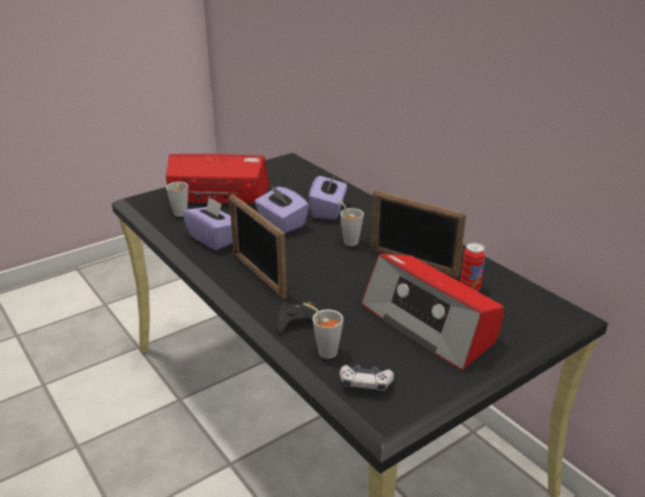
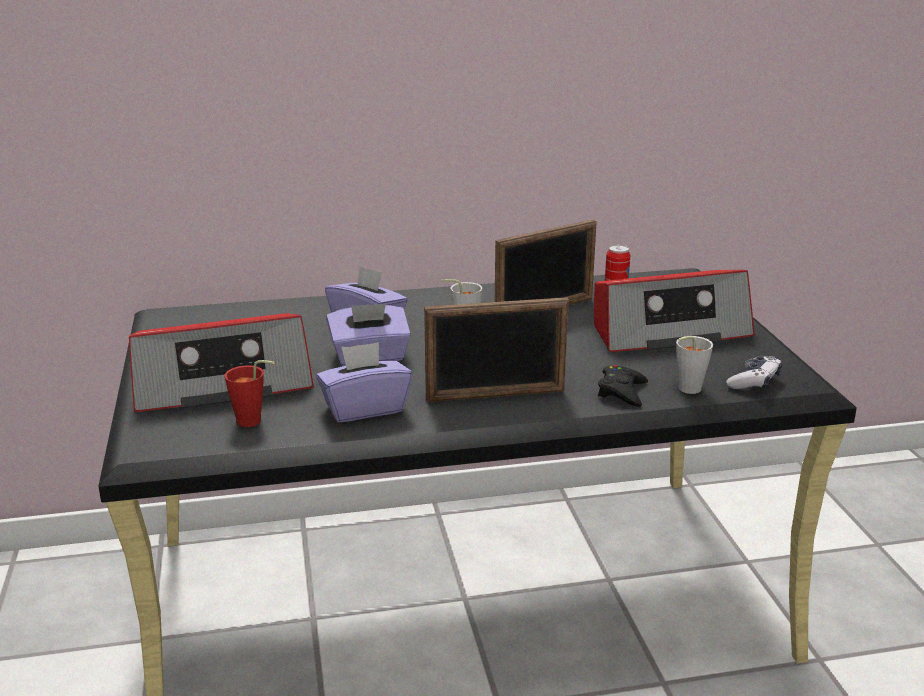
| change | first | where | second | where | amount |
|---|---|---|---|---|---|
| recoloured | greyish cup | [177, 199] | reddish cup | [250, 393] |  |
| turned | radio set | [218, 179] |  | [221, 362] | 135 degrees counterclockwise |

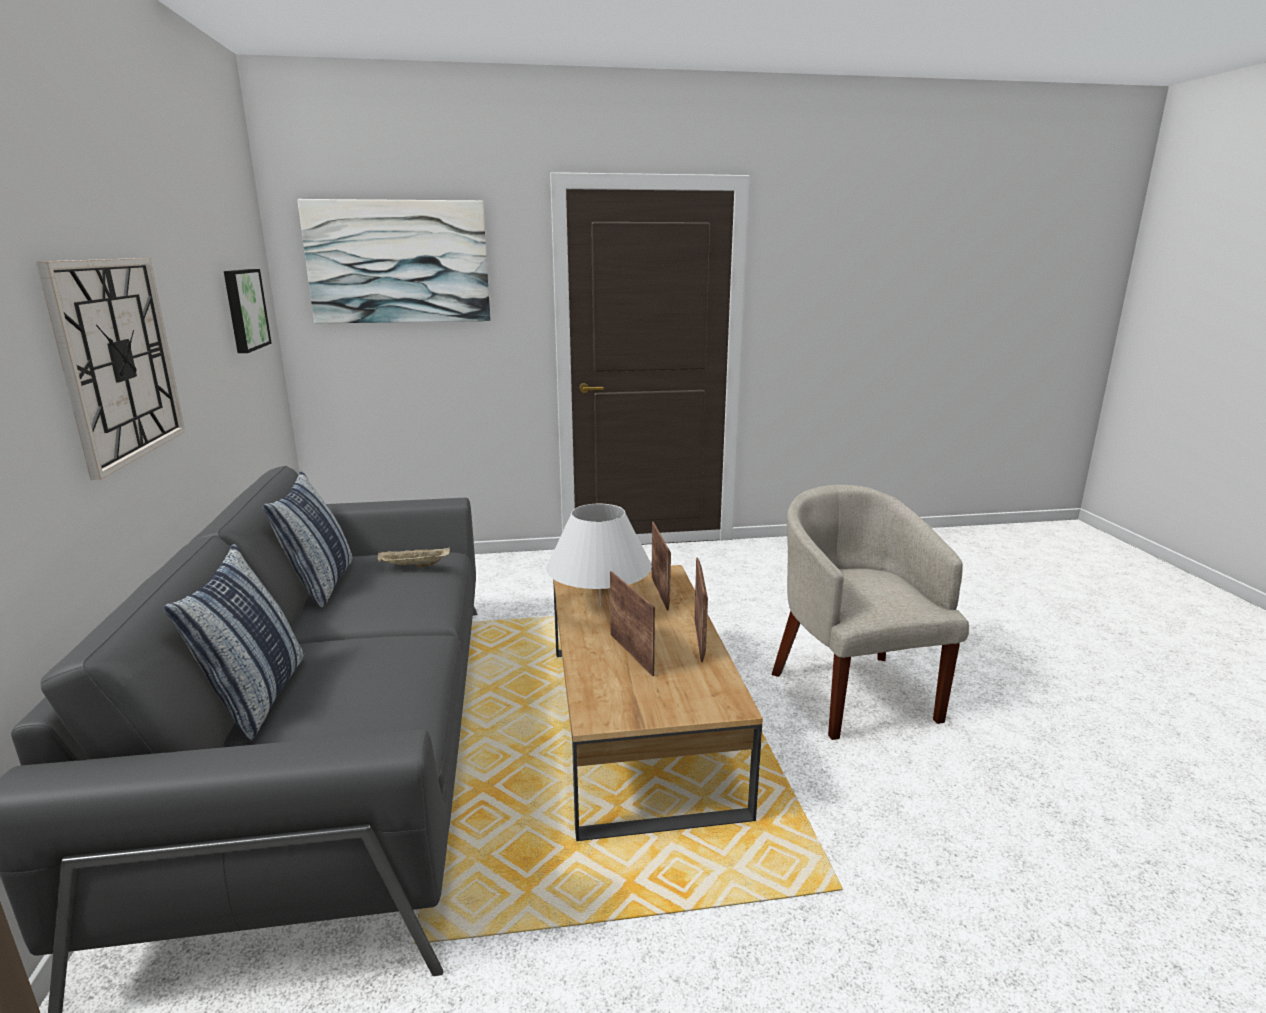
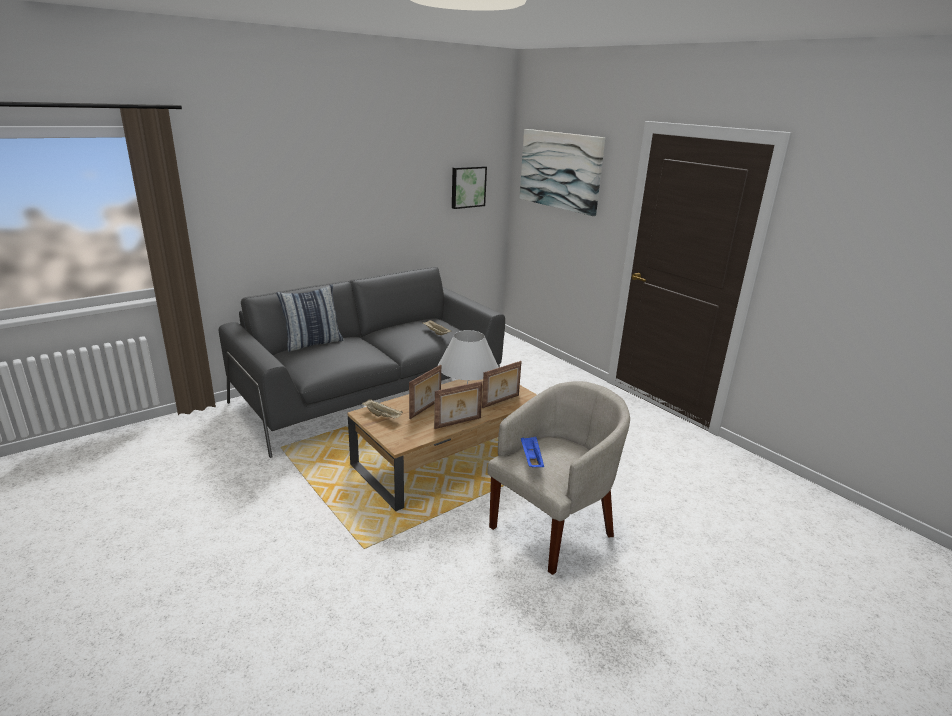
| change | first | where | second | where | amount |
|---|---|---|---|---|---|
| removed | clock on the wall | [110, 369] |  |  |  |
| removed | throw pillow | [307, 539] |  |  |  |
| added |  |  | beige serving tray | [382, 409] |  |
| added |  |  | blue serving tray | [532, 452] |  |

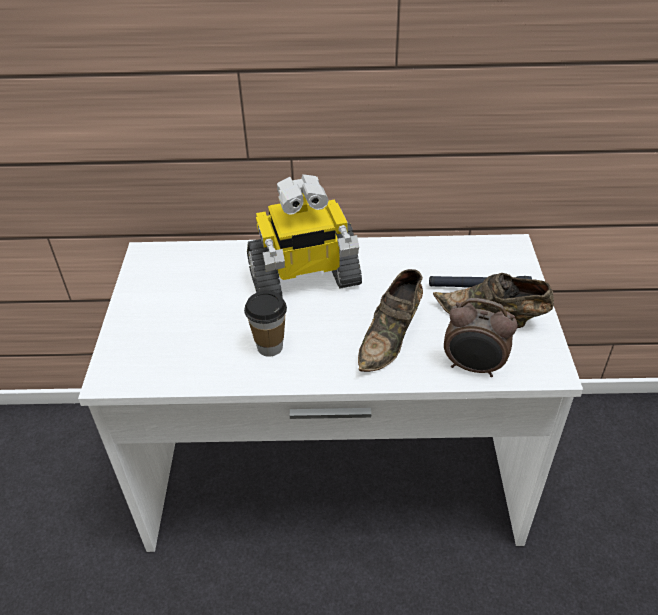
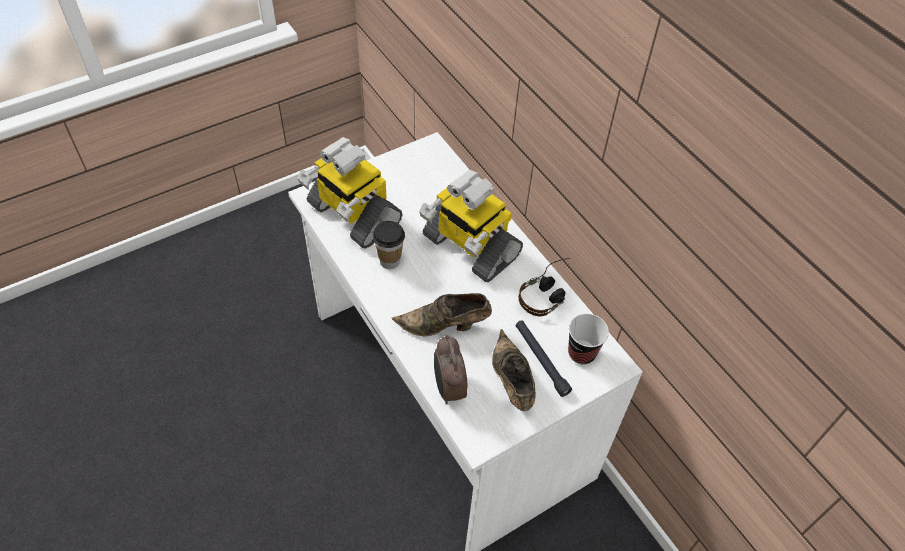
| change | first | where | second | where | amount |
|---|---|---|---|---|---|
| added |  |  | robot figure | [349, 192] |  |
| added |  |  | headphones | [544, 287] |  |
| added |  |  | cup | [588, 339] |  |

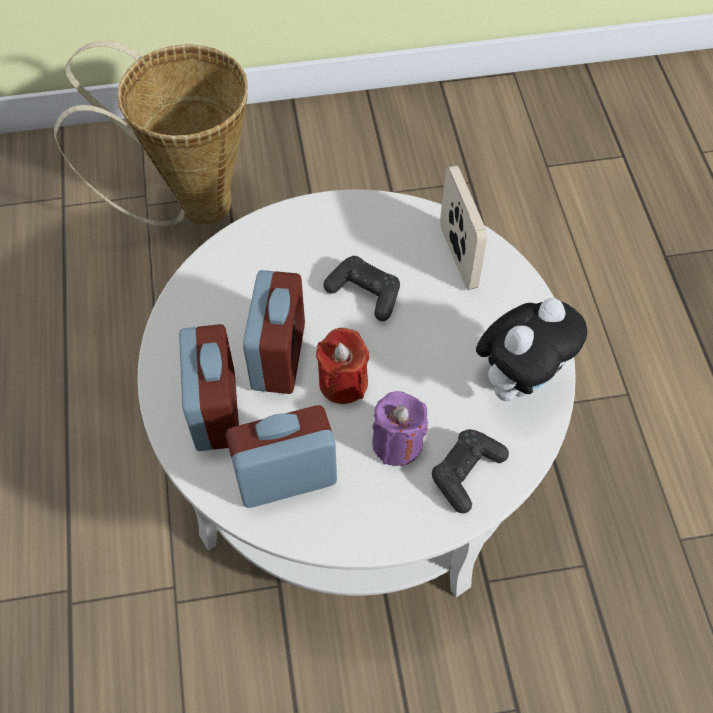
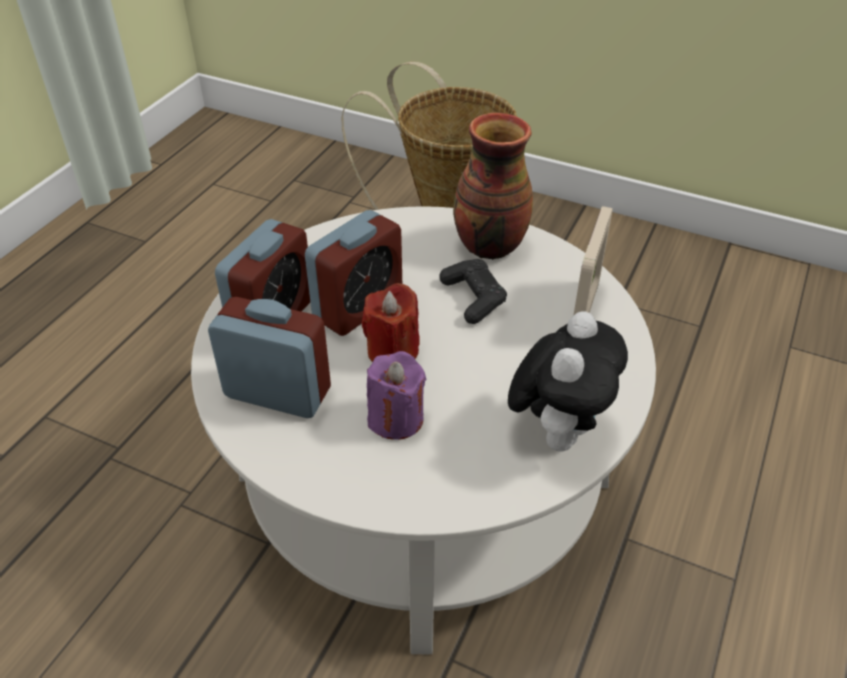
| change | first | where | second | where | amount |
|---|---|---|---|---|---|
| removed | black joypad | [470, 471] |  |  |  |
| added |  |  | flower vase | [493, 186] |  |
| turned | soft toy | [531, 349] |  | [568, 381] | 60 degrees counterclockwise |

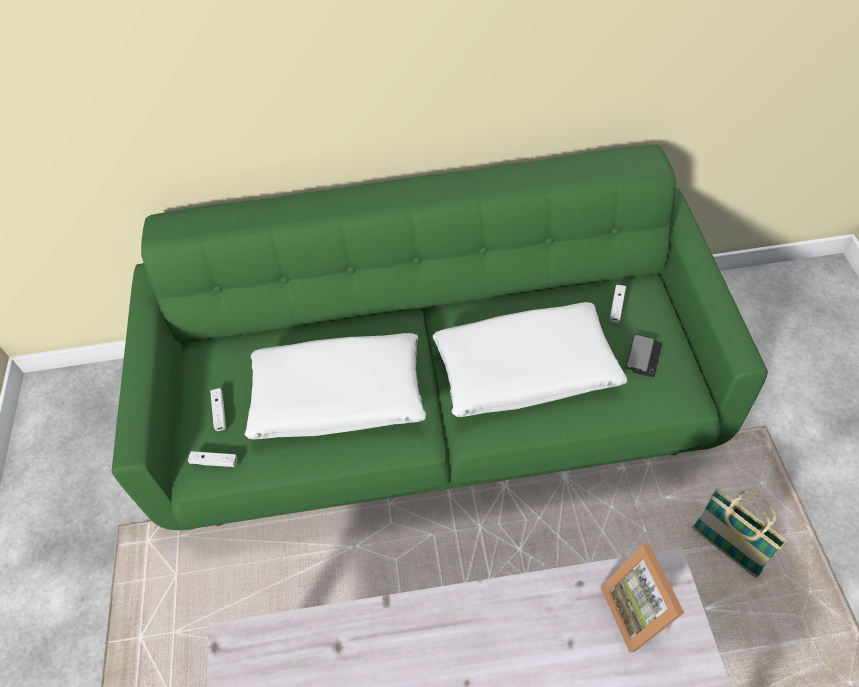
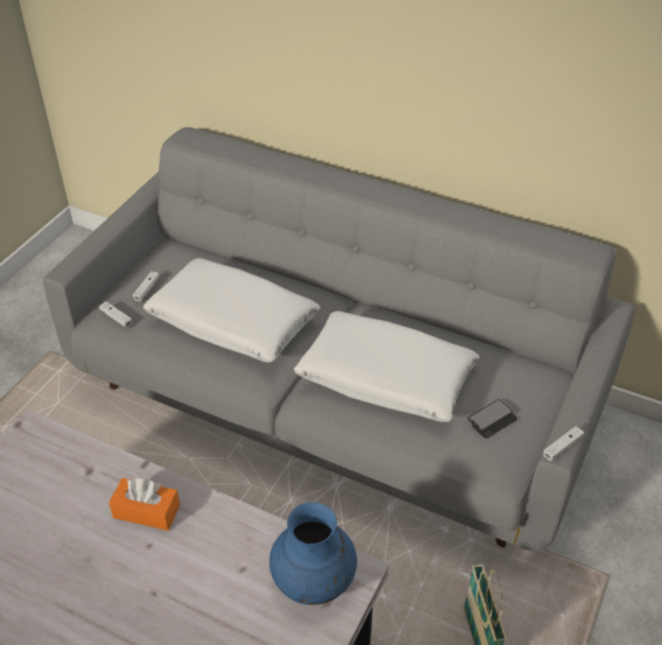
| change | first | where | second | where | amount |
|---|---|---|---|---|---|
| added |  |  | orange-coloured box of tissues | [144, 504] |  |
| moved | white joypad | [618, 304] |  | [563, 443] |  |
| replaced | picture frame | [642, 598] | blue flower vase | [313, 553] |  |
| recoloured | green-coloured sofa | [440, 337] | greyish sofa | [339, 339] |  |

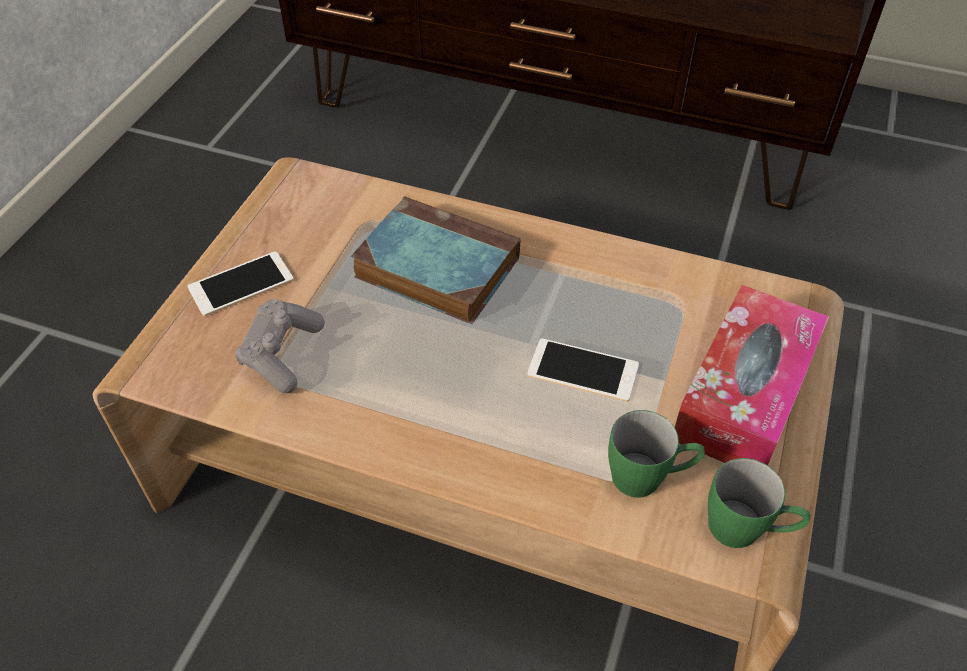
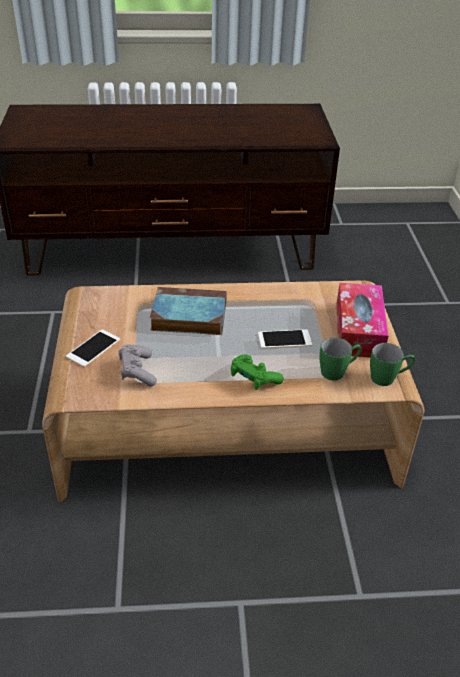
| change | first | where | second | where | amount |
|---|---|---|---|---|---|
| added |  |  | green-coloured joypad | [257, 372] |  |

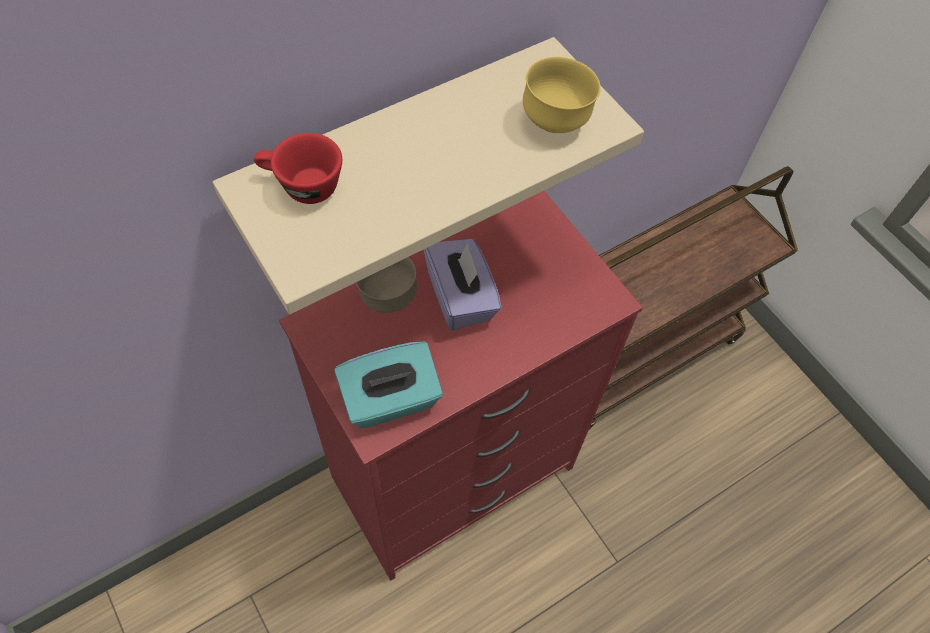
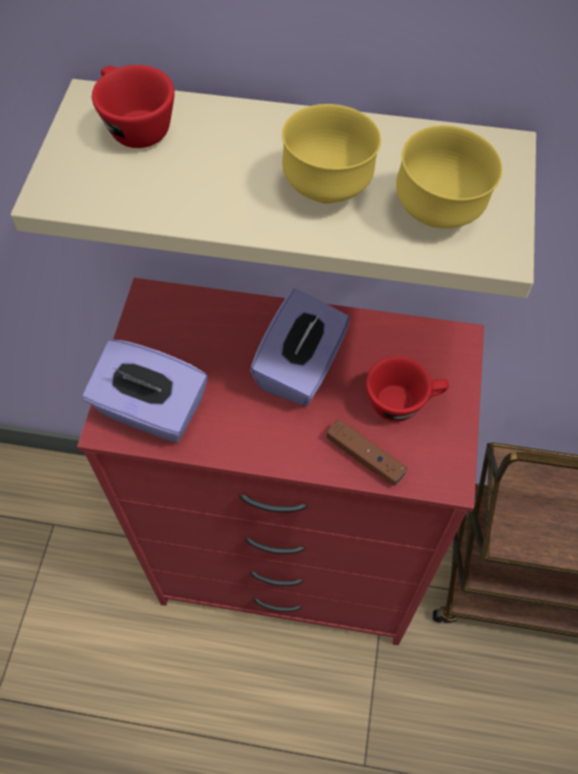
| change | first | where | second | where | amount |
|---|---|---|---|---|---|
| removed | brown-coloured bowl | [386, 285] |  |  |  |
| added |  |  | yellow bowl | [331, 153] |  |
| added |  |  | brown-coloured joypad | [367, 452] |  |
| added |  |  | reddish cup | [407, 389] |  |
| recoloured | turquoise box of tissues | [388, 384] | purplish box of tissues | [145, 391] |  |

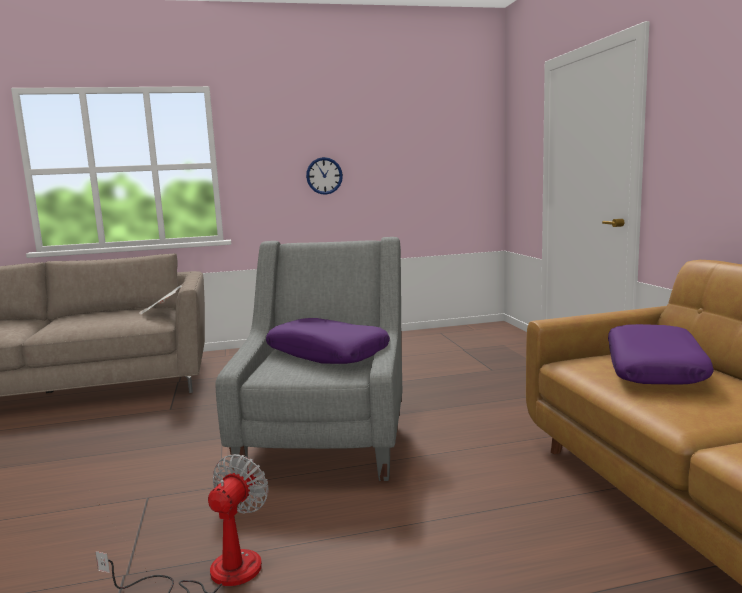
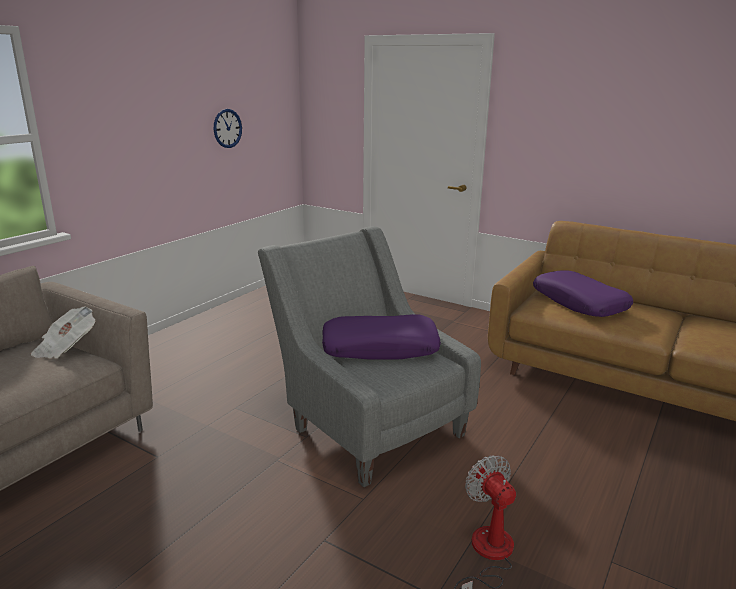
| change | first | where | second | where | amount |
|---|---|---|---|---|---|
| moved | clock on the wall | [324, 176] |  | [228, 128] |  |

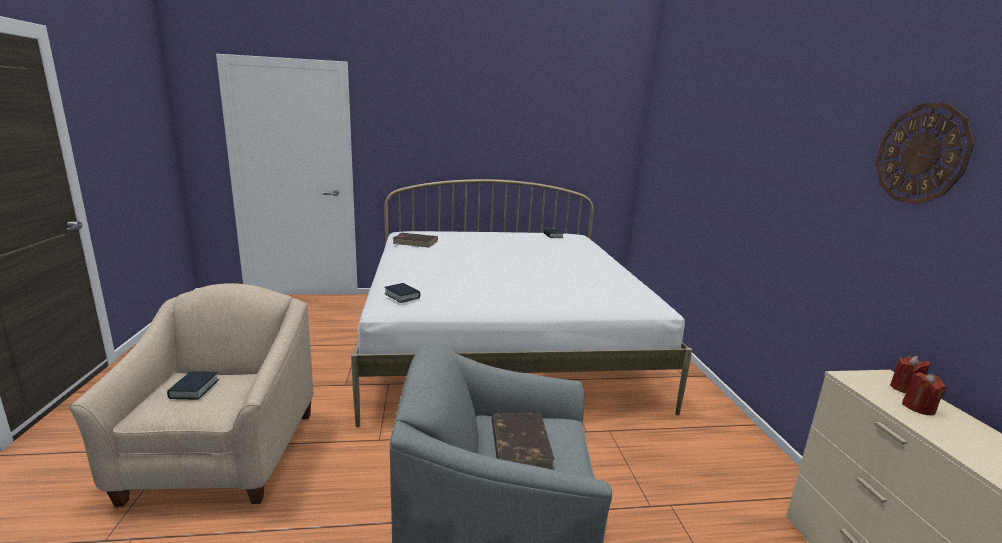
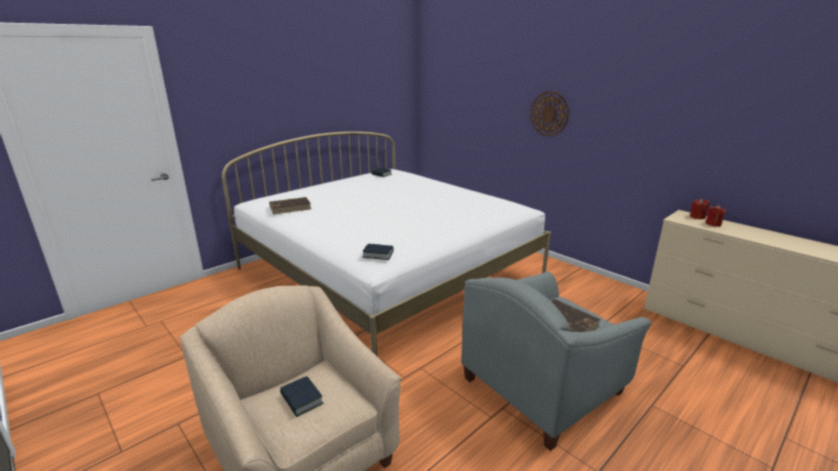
| change | first | where | second | where | amount |
|---|---|---|---|---|---|
| moved | clock on the wall | [924, 154] |  | [550, 114] |  |

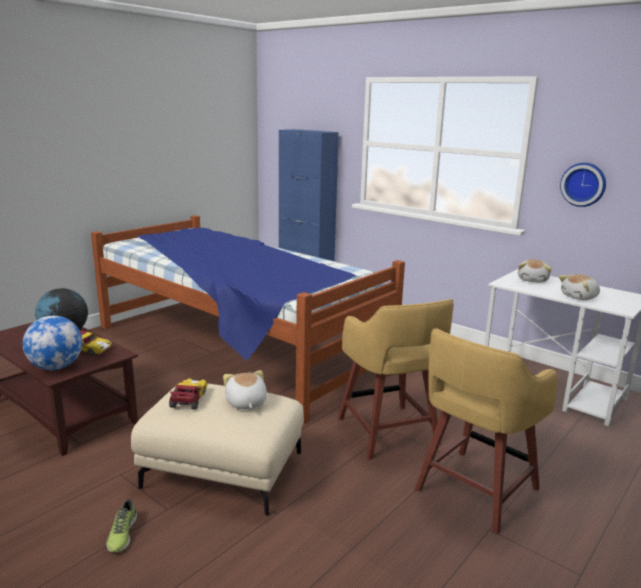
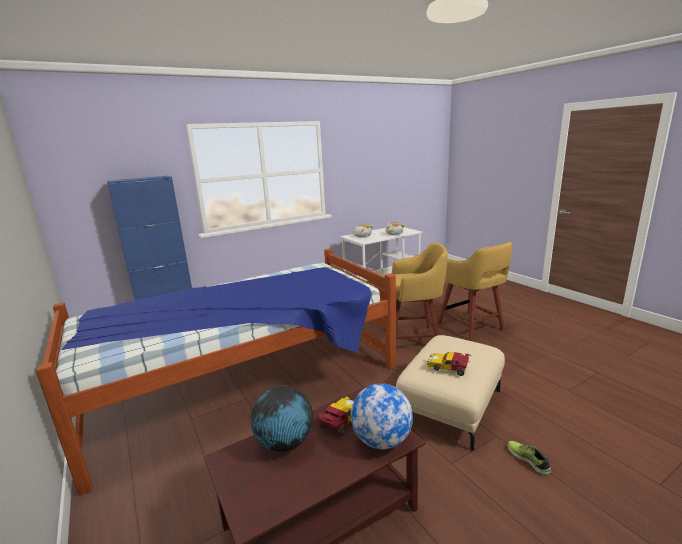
| change | first | where | second | where | amount |
|---|---|---|---|---|---|
| removed | soft toy | [245, 389] |  |  |  |
| removed | clock on the wall | [583, 185] |  |  |  |
| turned | low shoe | [122, 525] |  | [529, 458] | 135 degrees counterclockwise |

